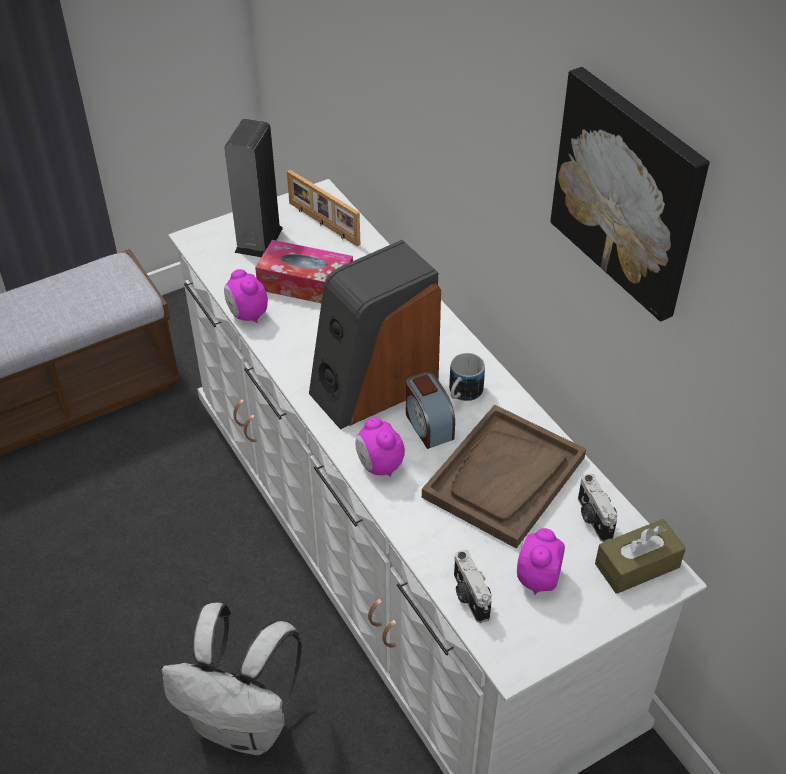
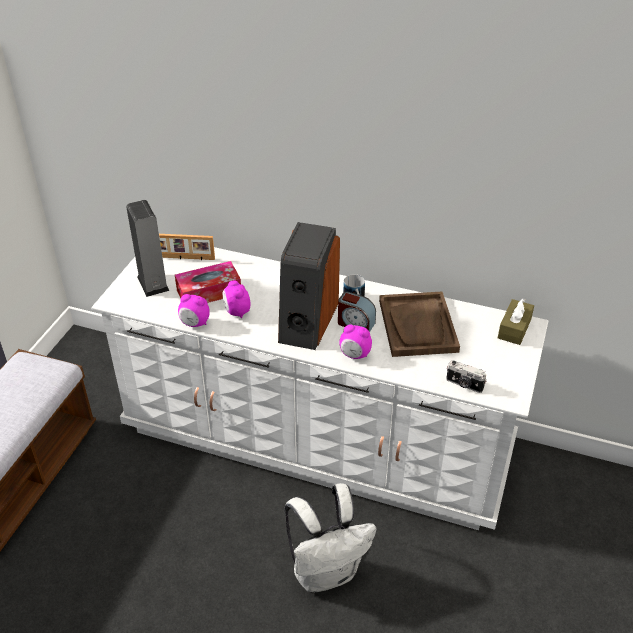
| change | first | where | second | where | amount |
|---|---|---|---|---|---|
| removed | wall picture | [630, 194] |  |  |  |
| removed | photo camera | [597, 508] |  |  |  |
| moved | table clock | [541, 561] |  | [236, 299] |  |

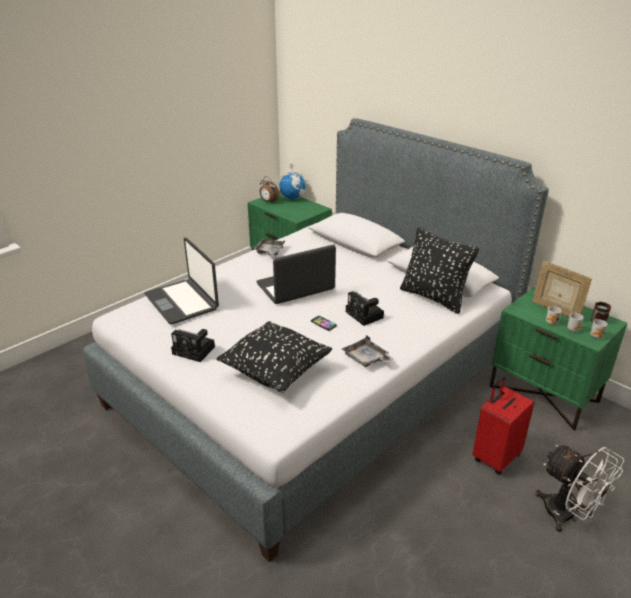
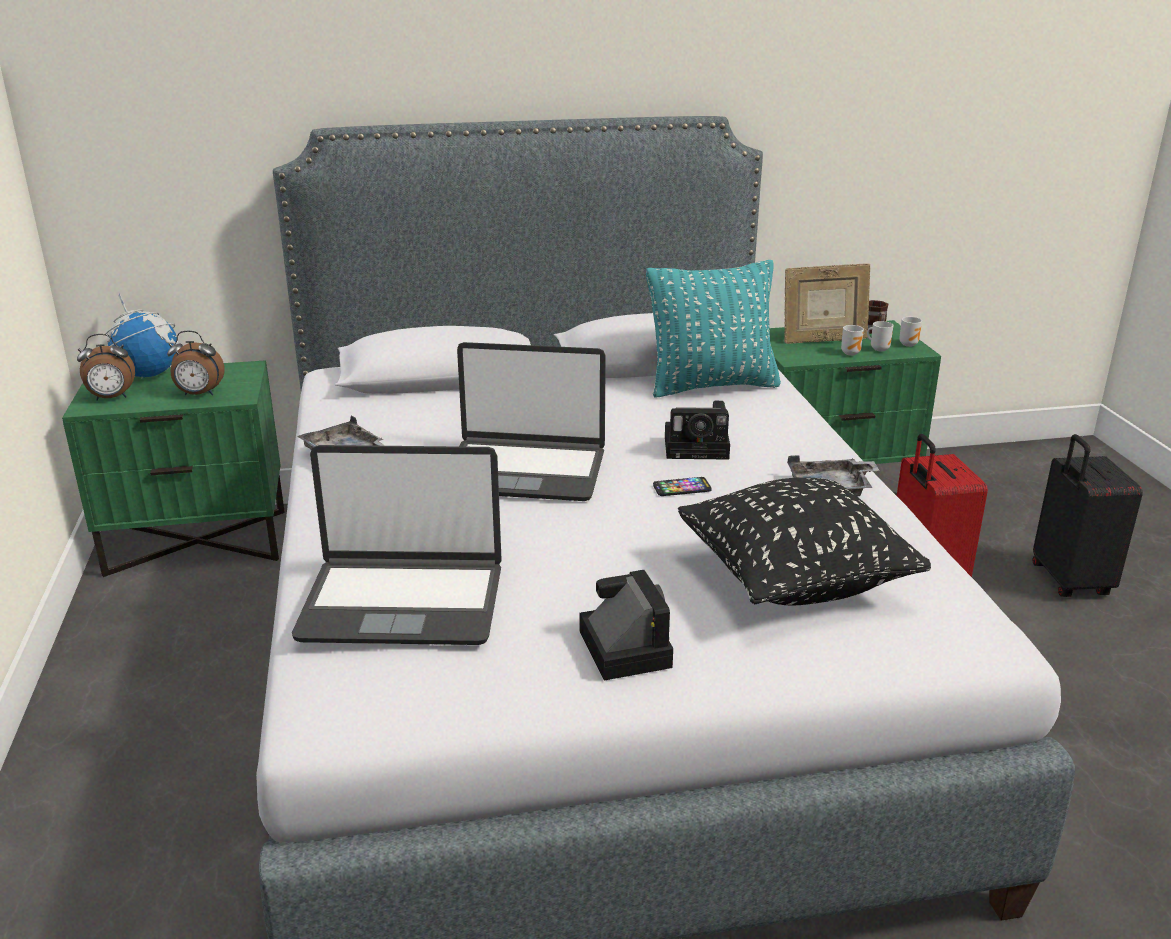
| change | first | where | second | where | amount |
|---|---|---|---|---|---|
| added |  |  | table clock | [196, 363] |  |
| replaced | white electric fan | [579, 488] | black suitcase | [1088, 515] |  |
| recoloured | black throw pillow | [439, 270] | turquoise throw pillow | [713, 329] |  |
| turned | photo camera | [193, 345] |  | [626, 625] | 75 degrees counterclockwise |
| turned | notebook computer | [296, 274] |  | [531, 421] | 90 degrees counterclockwise |

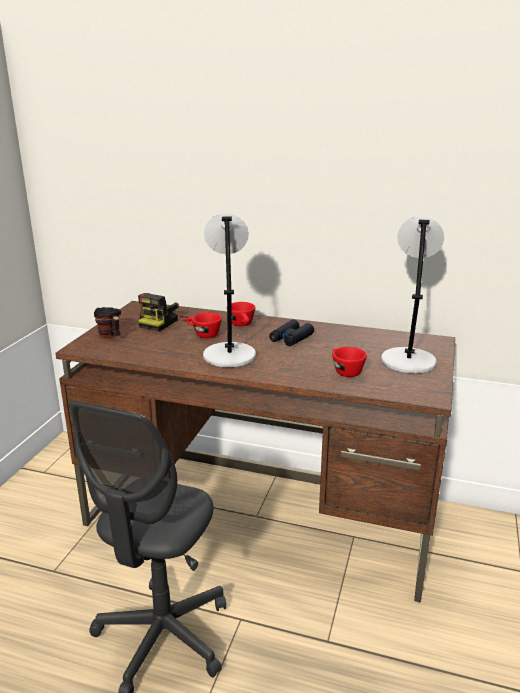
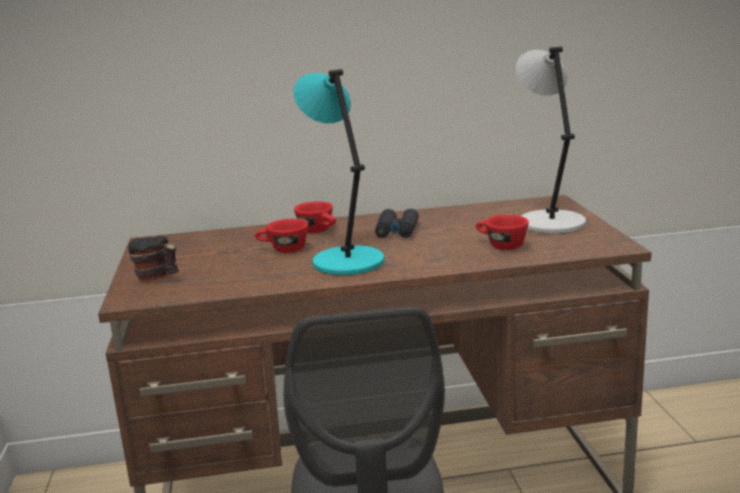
| change | first | where | second | where | amount |
|---|---|---|---|---|---|
| removed | photo camera | [163, 312] |  |  |  |
| recoloured | greyish tabletop lamp | [229, 290] | turquoise tabletop lamp | [339, 172] |  |

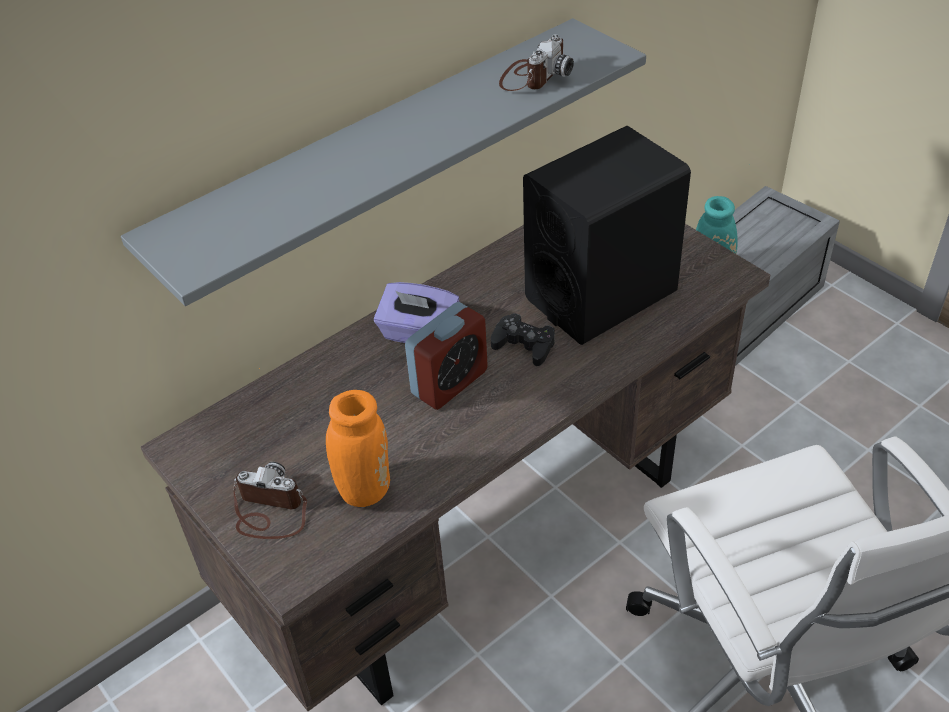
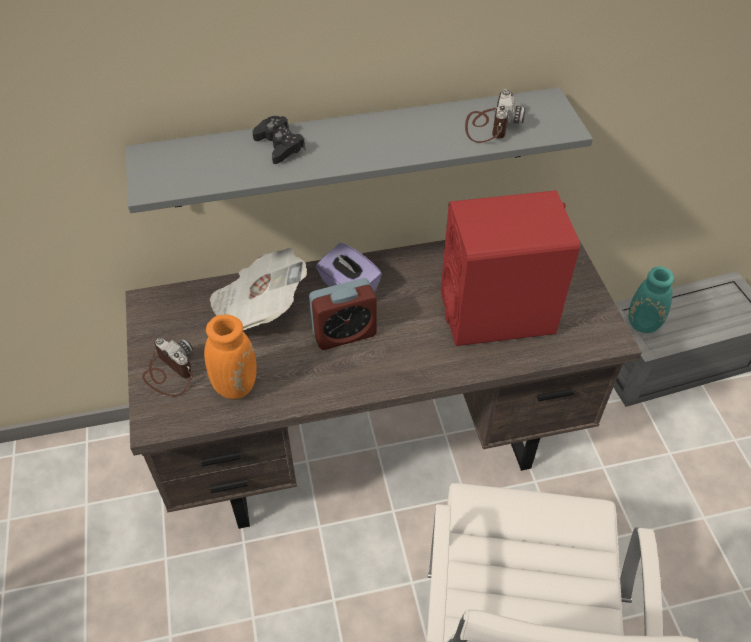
| change | first | where | second | where | amount |
|---|---|---|---|---|---|
| added |  |  | printed paper | [258, 289] |  |
| moved | black joypad | [523, 339] |  | [278, 140] |  |
| recoloured | black speaker | [607, 235] | reddish speaker | [510, 268] |  |
| turned | photo camera | [536, 62] |  | [495, 116] | 45 degrees counterclockwise |

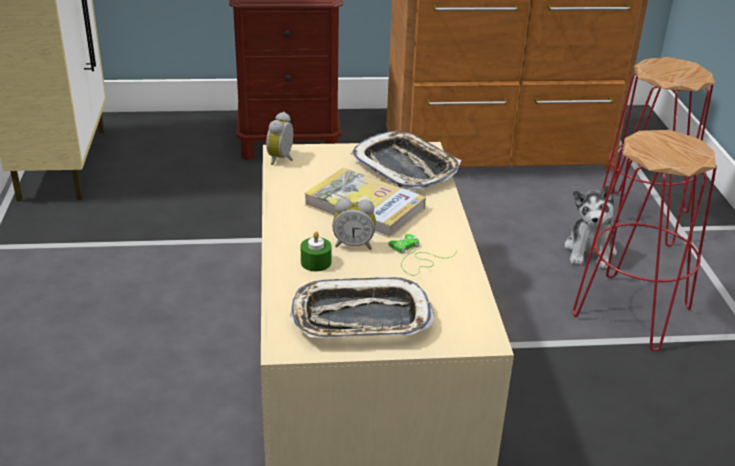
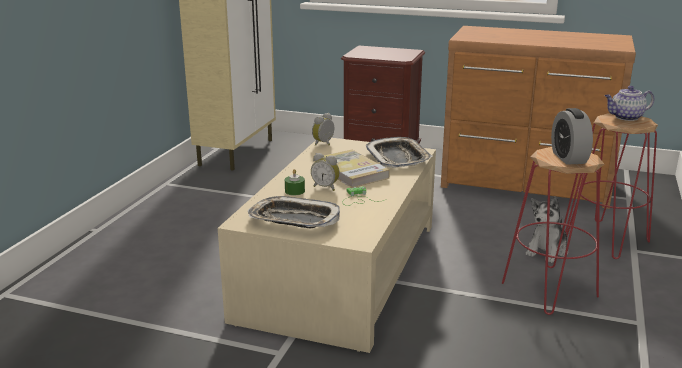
| change | first | where | second | where | amount |
|---|---|---|---|---|---|
| added |  |  | table clock | [572, 136] |  |
| added |  |  | teapot | [629, 103] |  |

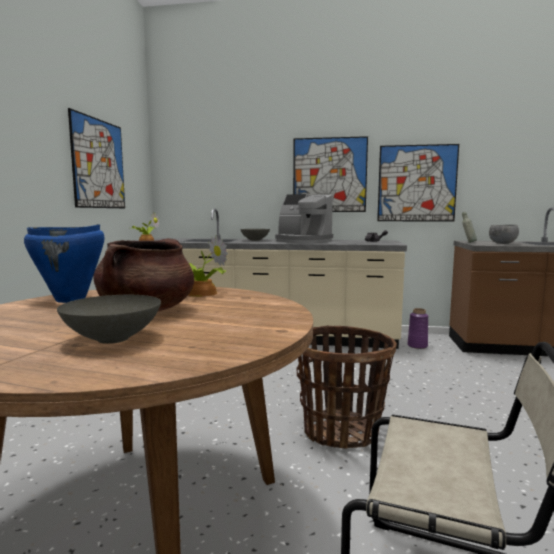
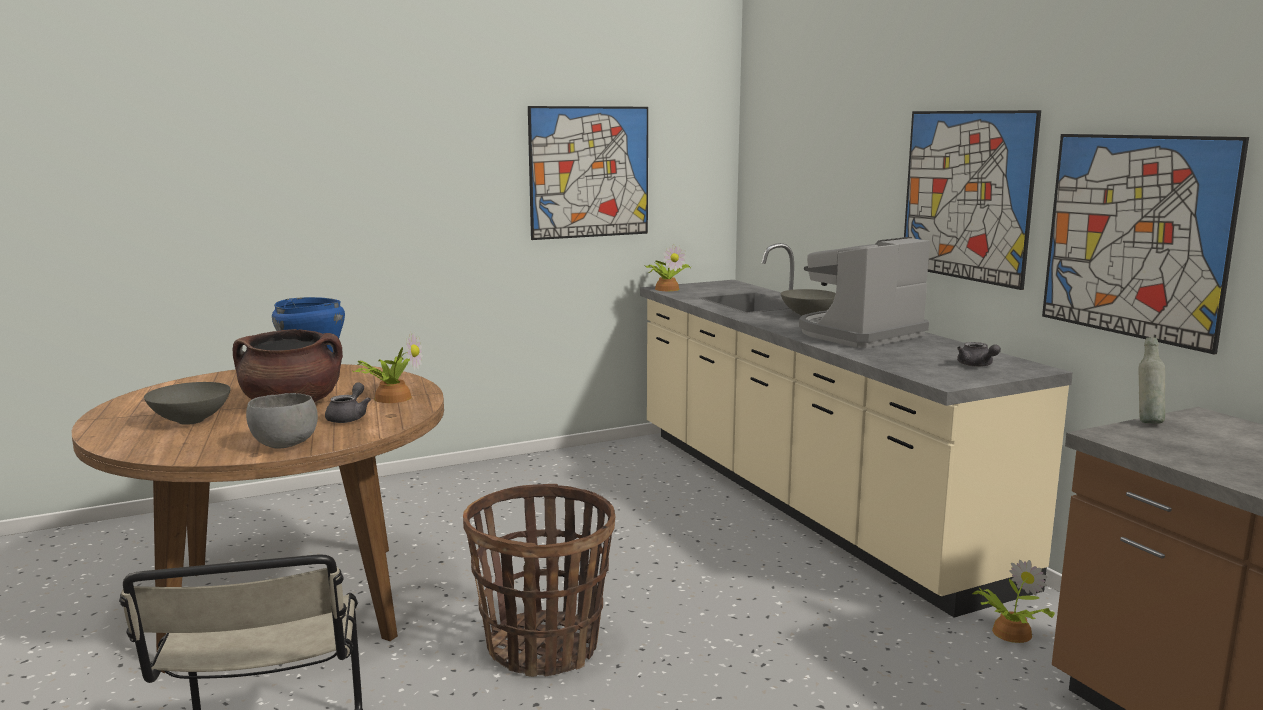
| change | first | where | second | where | amount |
|---|---|---|---|---|---|
| added |  |  | greyish teapot | [348, 402] |  |
| moved | greyish bowl | [504, 234] |  | [282, 420] |  |
| replaced | purplish flower vase | [417, 328] | houseplant | [1013, 601] |  |
| turned | coffee maker | [304, 218] |  | [864, 292] | 60 degrees clockwise |

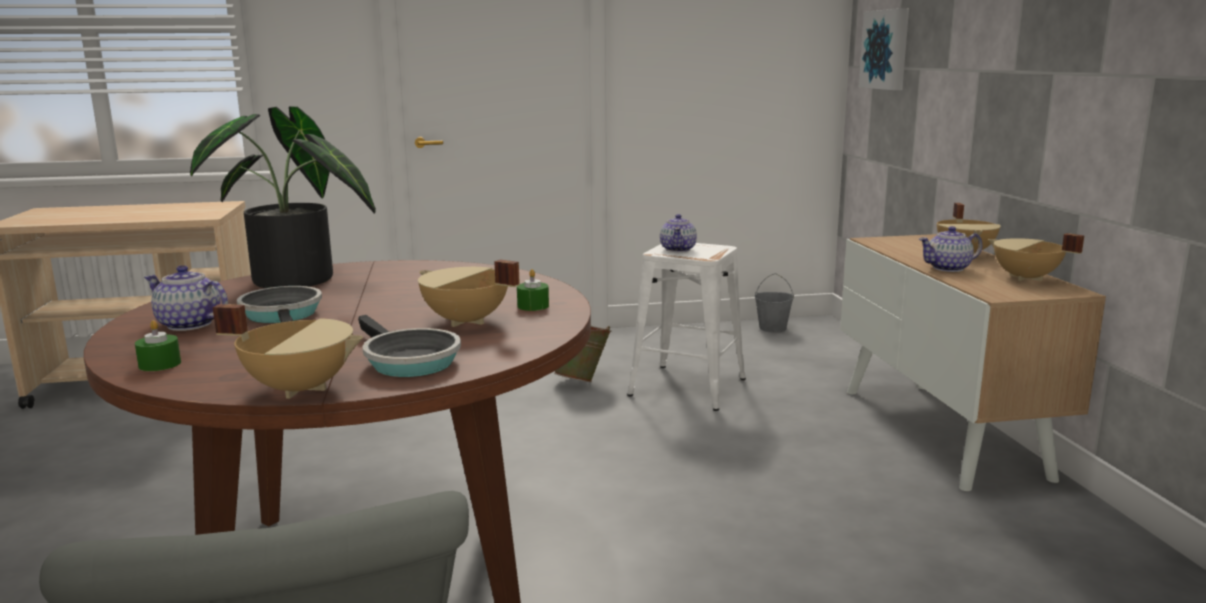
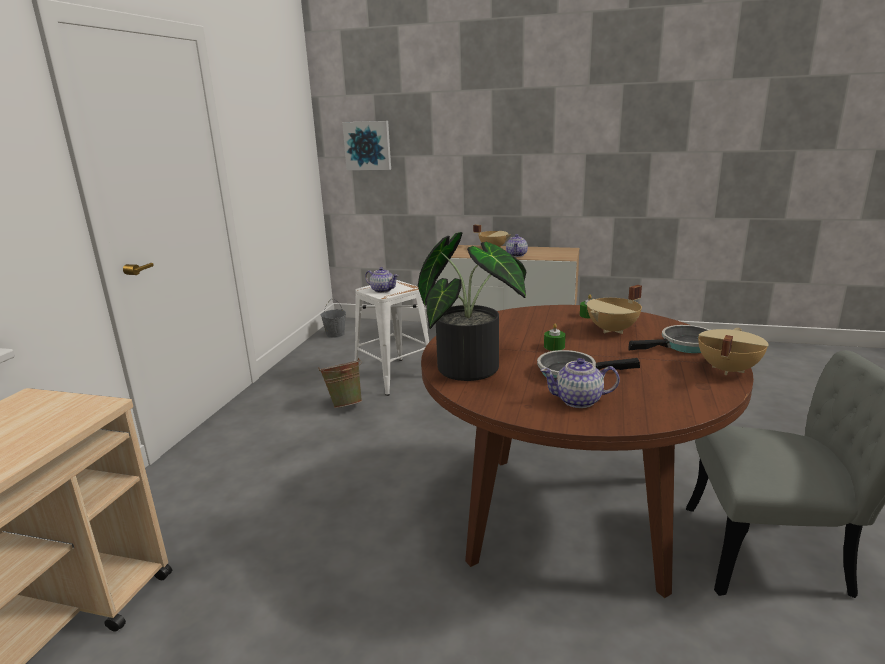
| change | first | where | second | where | amount |
|---|---|---|---|---|---|
| removed | beige saucepot | [1036, 257] |  |  |  |
| moved | green-coloured candle | [158, 345] |  | [554, 337] |  |
| turned | teapot | [186, 298] |  | [580, 383] | 45 degrees clockwise |

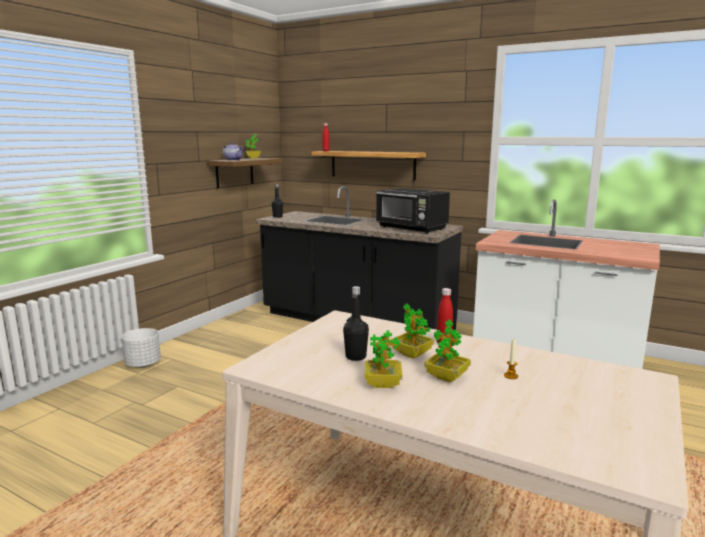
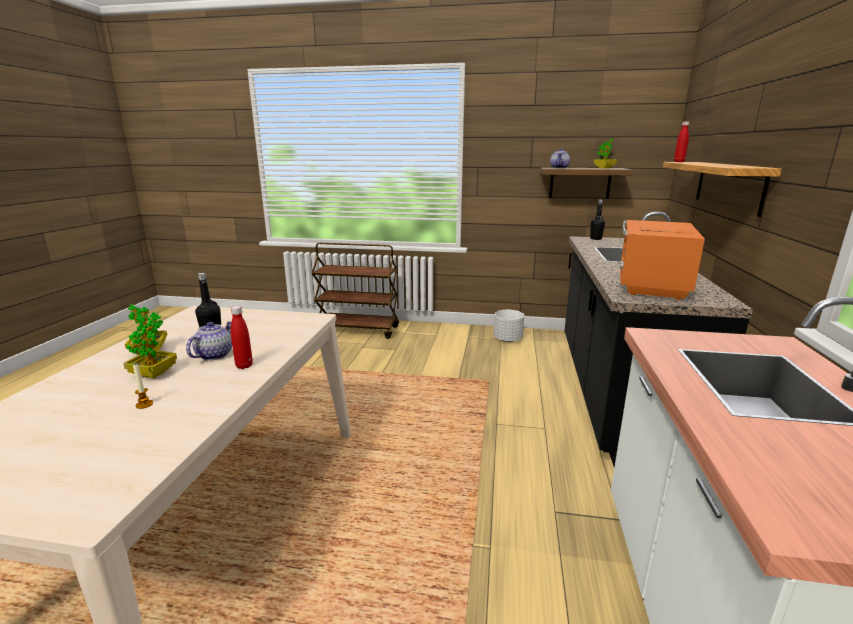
| change | first | where | second | where | amount |
|---|---|---|---|---|---|
| added |  |  | brown-coloured trolley | [355, 291] |  |
| moved | white plant pot | [141, 348] |  | [509, 326] |  |
| replaced | houseplant | [412, 331] | teapot | [209, 340] |  |
| recoloured | black kitchen microwave | [413, 210] | orange-coloured kitchen microwave | [662, 260] |  |

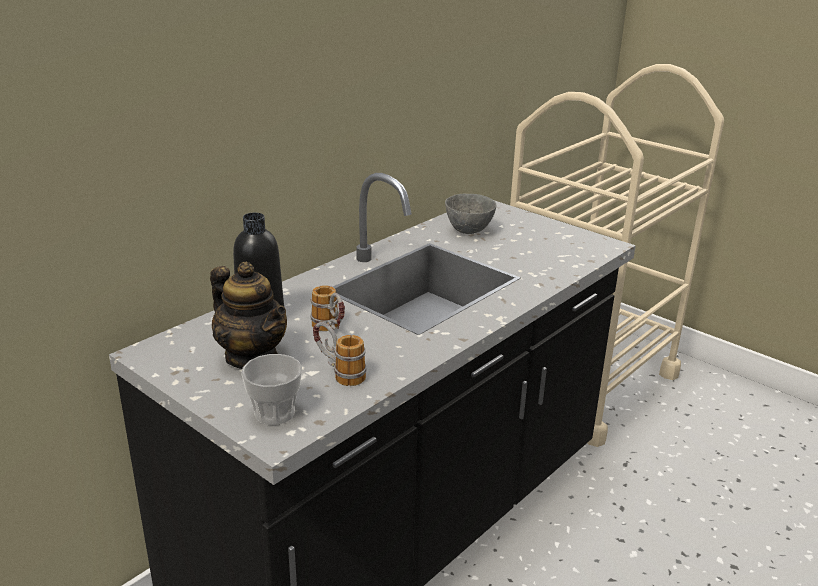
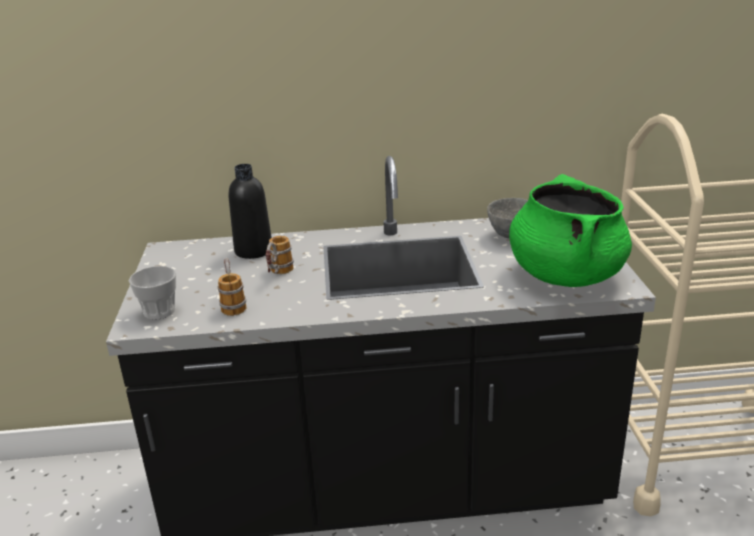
| change | first | where | second | where | amount |
|---|---|---|---|---|---|
| removed | teapot | [248, 315] |  |  |  |
| added |  |  | green-coloured saucepot | [570, 230] |  |

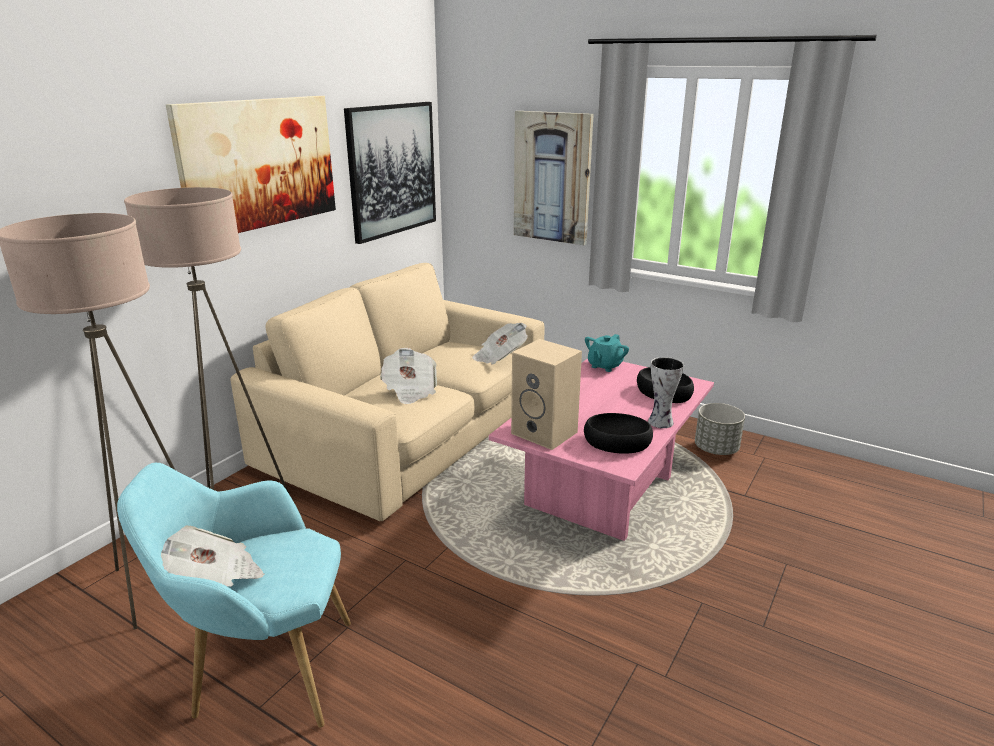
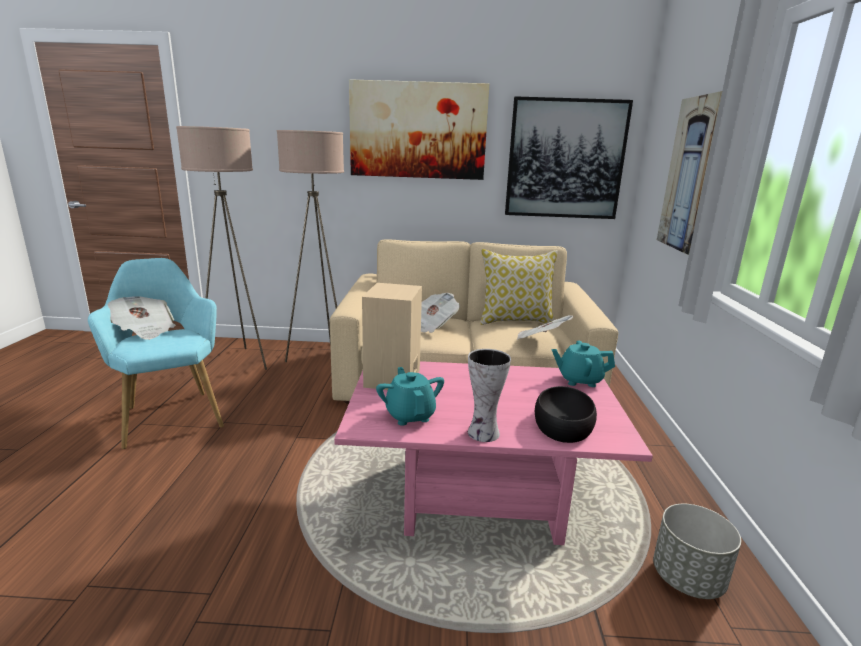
| change | first | where | second | where | amount |
|---|---|---|---|---|---|
| added |  |  | throw pillow | [519, 287] |  |
| replaced | black bowl | [618, 433] | turquoise teapot | [410, 396] |  |

